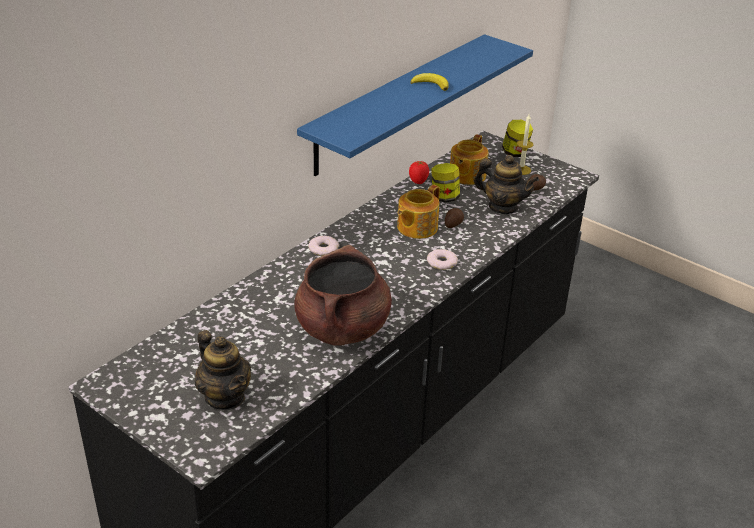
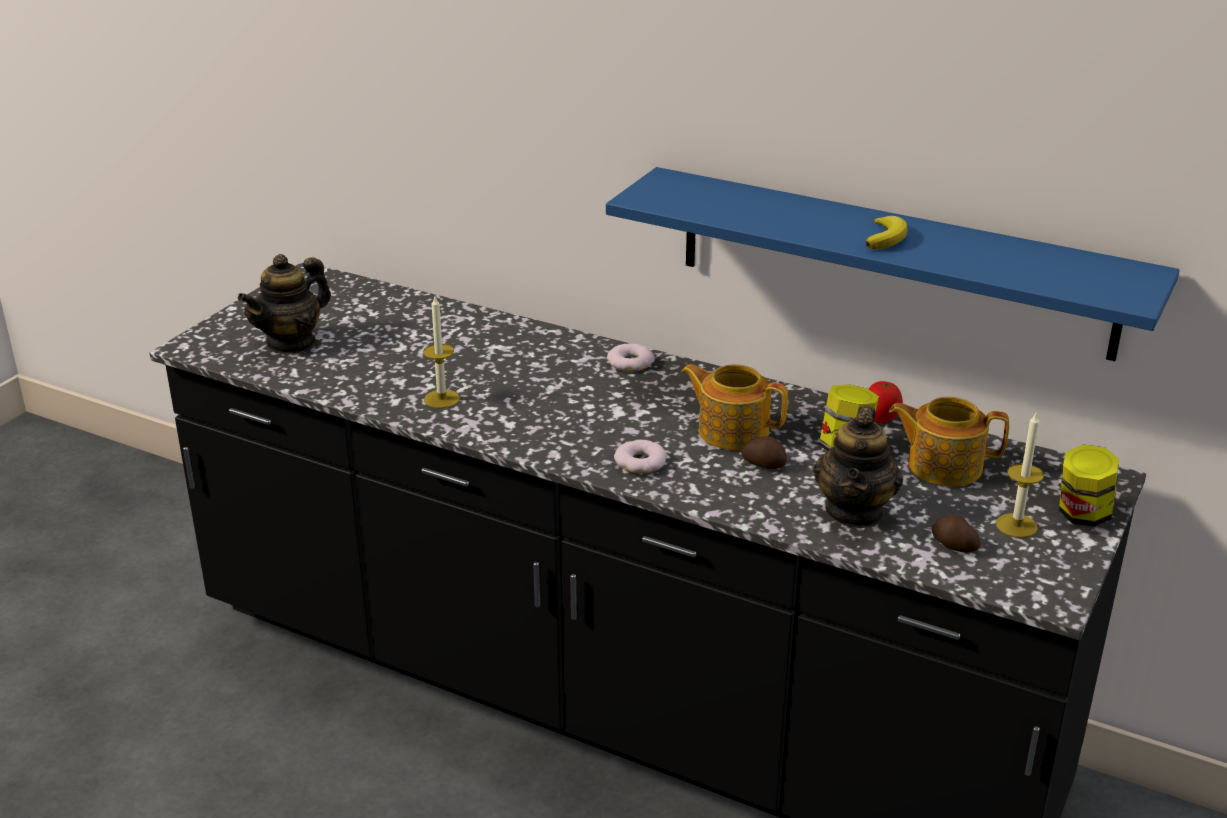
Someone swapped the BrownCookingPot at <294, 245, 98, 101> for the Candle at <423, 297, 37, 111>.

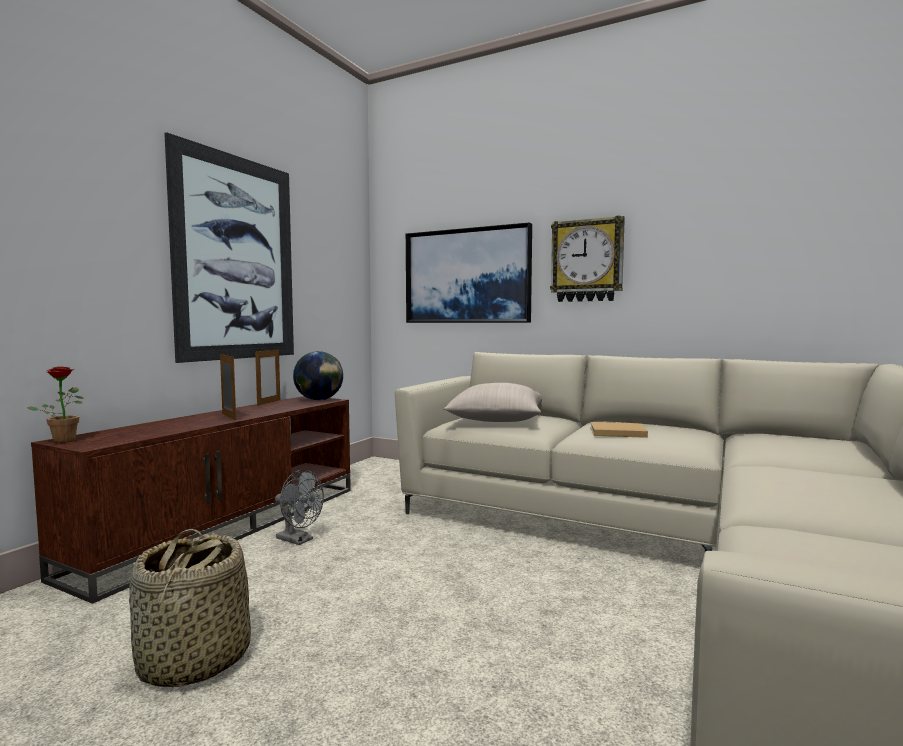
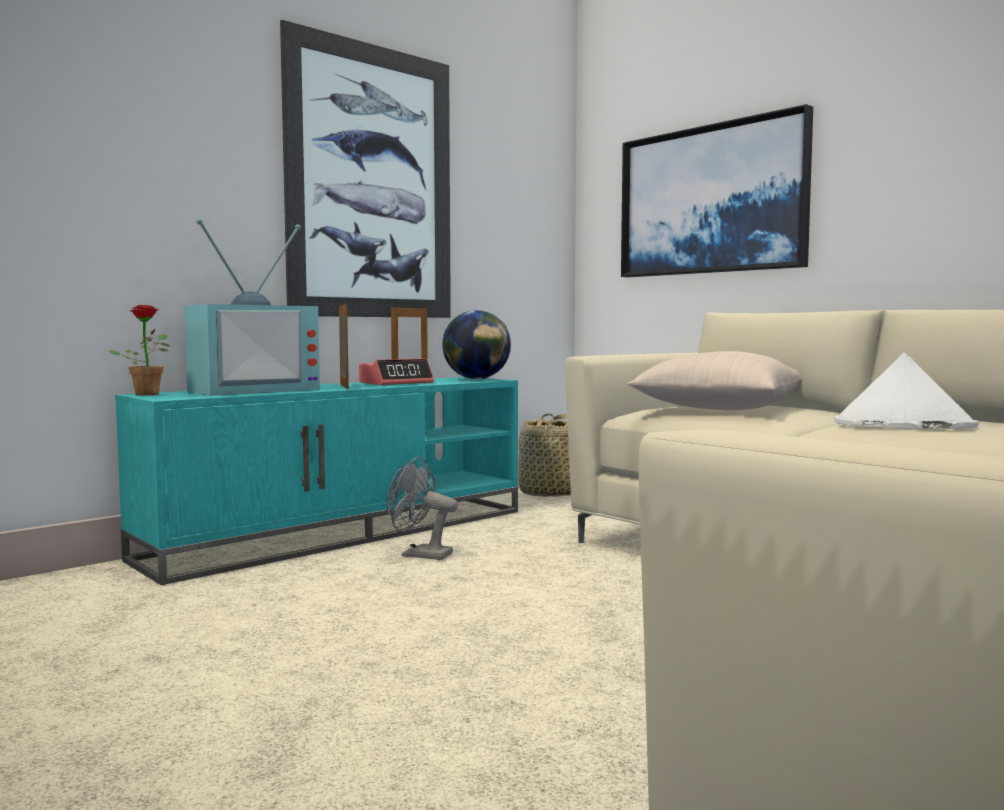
Someone repainted the BrownTvStand at <31, 396, 320, 208>, which became the TurquoiseTvStand at <115, 377, 403, 208>. Someone put down the Television at <184, 219, 136, 177>. Someone put down the AlarmClock at <359, 358, 75, 27>. Someone rotated the GreyFan at <275, 469, 49, 76> by 150 degrees clockwise. Someone carried the Basket from <129, 529, 122, 158> to <518, 413, 53, 84>. Someone swapped the BeigeBook at <590, 422, 58, 16> for the WhiteHat at <834, 353, 145, 76>. Someone took away the WallClock at <550, 216, 75, 86>.

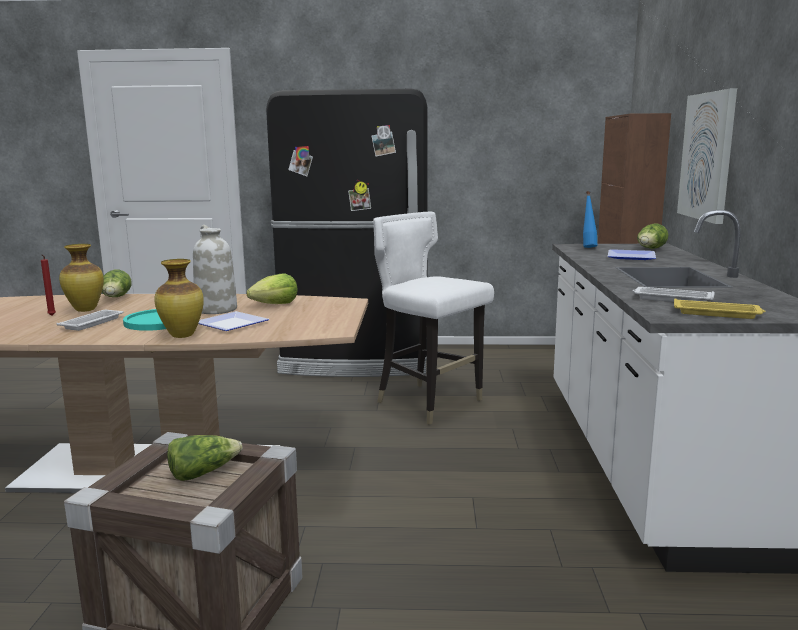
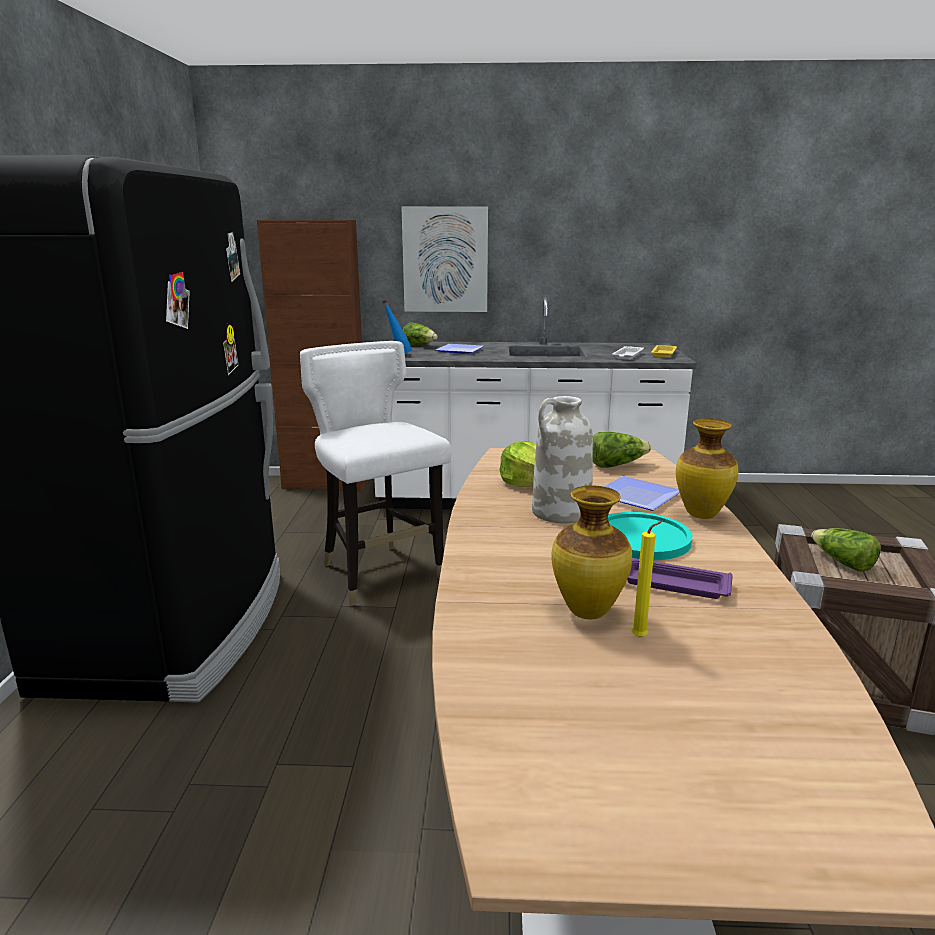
Someone rotated the WhiteChair at <373, 212, 121, 213> by 105 degrees clockwise. Someone carried the Lettuce from <102, 270, 30, 27> to <593, 432, 58, 36>. Someone repainted the WhiteTray at <57, 310, 67, 21>, which became the PurpleTray at <627, 558, 106, 41>. Someone repainted the RedCandle at <41, 254, 15, 61>, which became the YellowCandle at <632, 520, 31, 118>.

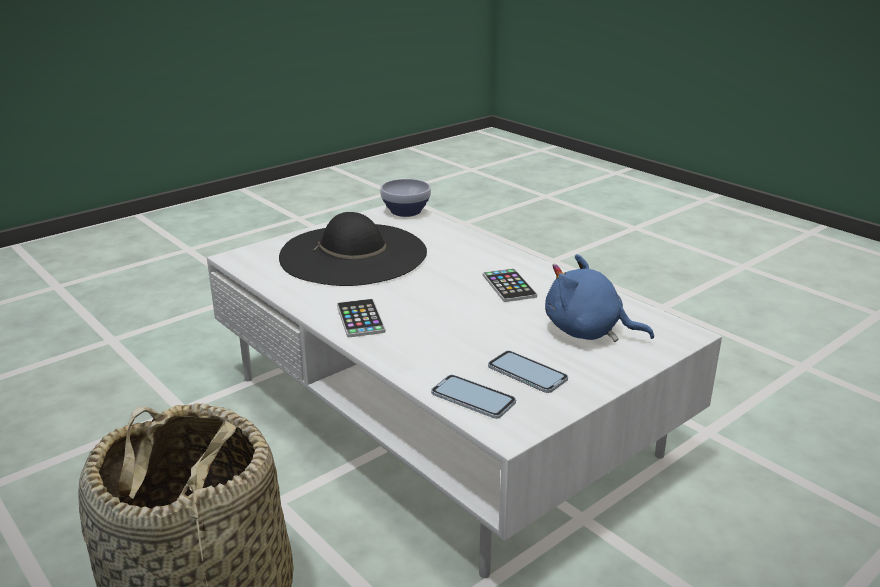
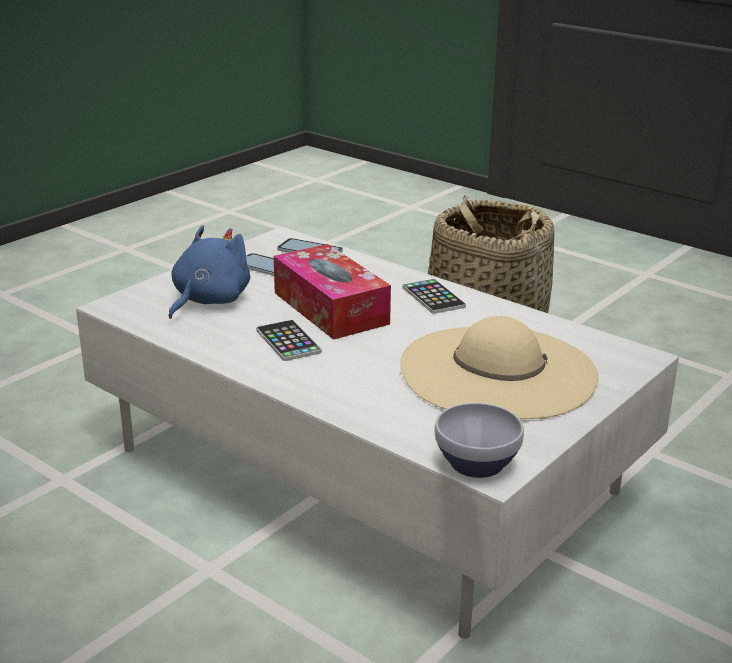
Someone rotated the BluePlushToy at <545, 254, 109, 88> by 75 degrees counterclockwise. Someone put down the TissueBox at <274, 244, 117, 96>. Someone repainted the BlackHat at <279, 212, 148, 74>, which became the BeigeHat at <400, 316, 198, 103>.

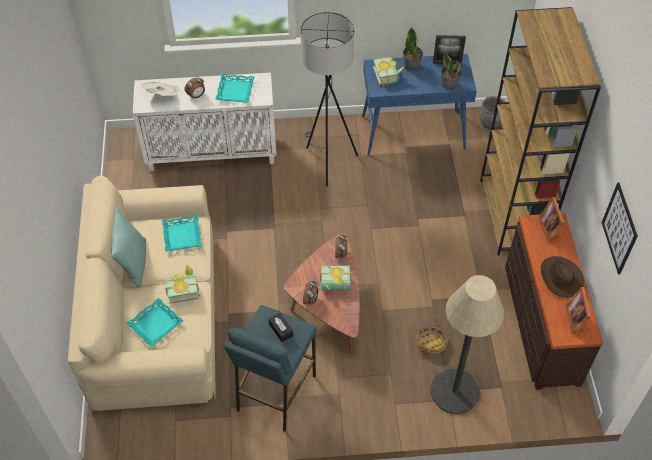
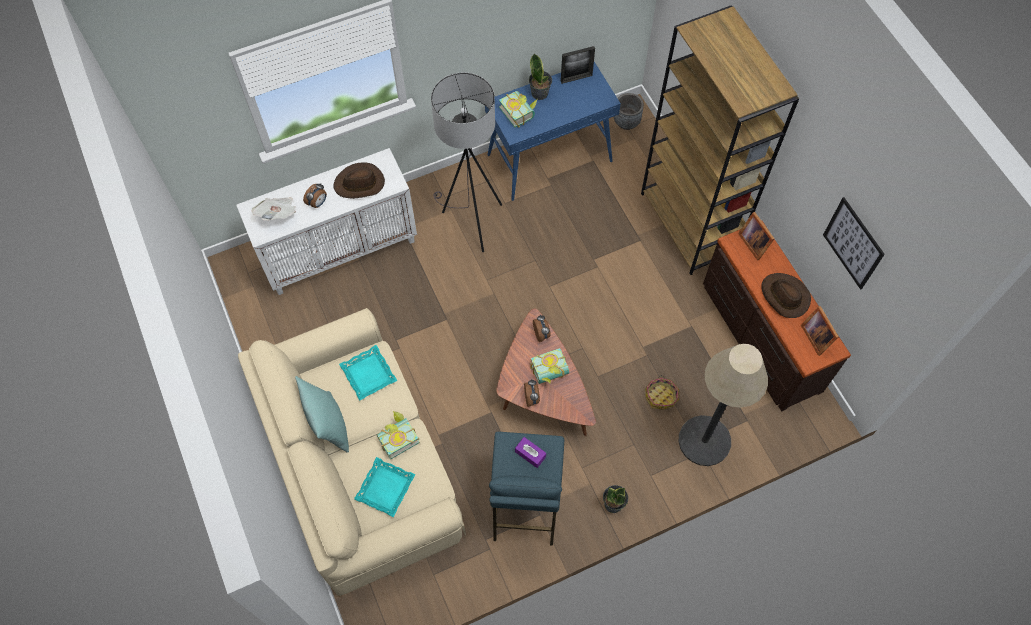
Someone swapped the TurquoiseTray at <215, 74, 40, 28> for the BrownHat at <334, 162, 51, 37>. Someone repainted the BlackTissueBox at <269, 313, 24, 29>, which became the PurpleTissueBox at <515, 437, 31, 31>. Someone carried the PottedPlant from <441, 52, 21, 39> to <603, 485, 25, 28>.

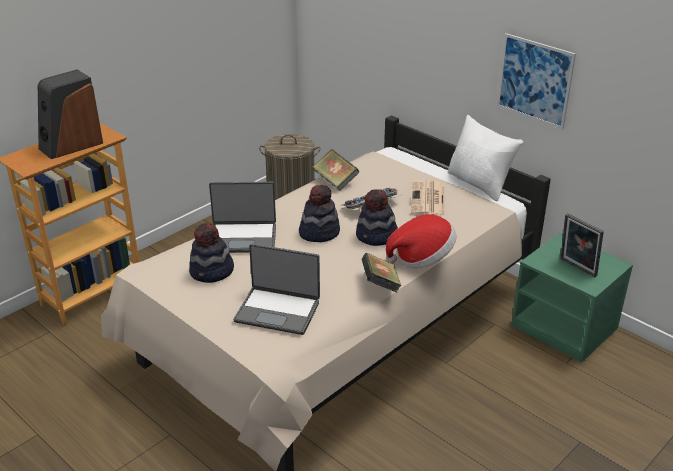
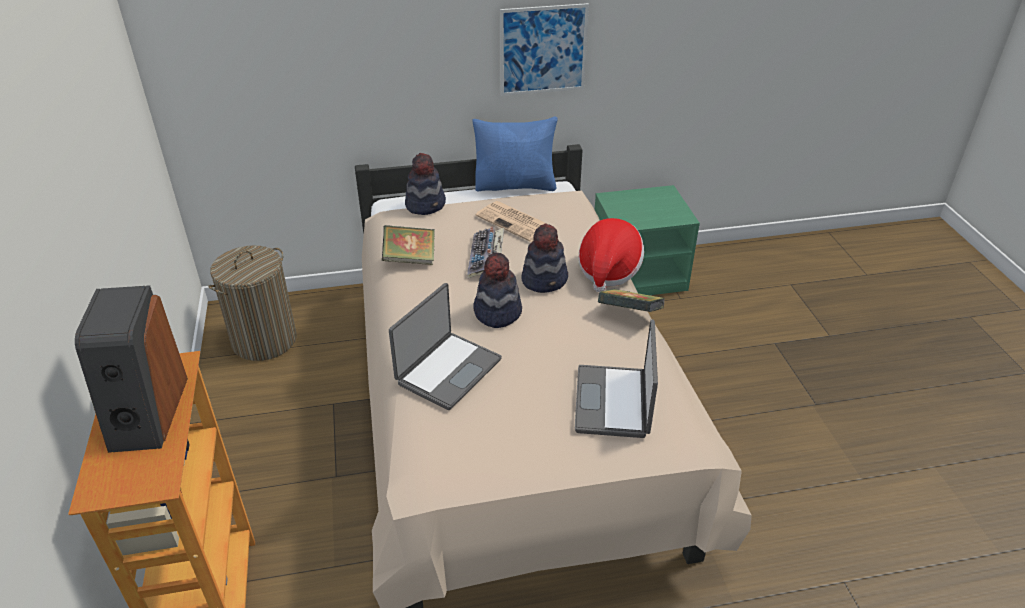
Someone carried the Hat from <189, 223, 45, 60> to <405, 153, 41, 62>. Someone repainted the WhitePillow at <448, 115, 75, 86>, which became the BluePillow at <472, 116, 86, 76>. Someone rotated the Laptop at <233, 244, 87, 91> by 135 degrees clockwise. Someone took away the PictureFrame at <561, 213, 43, 64>.

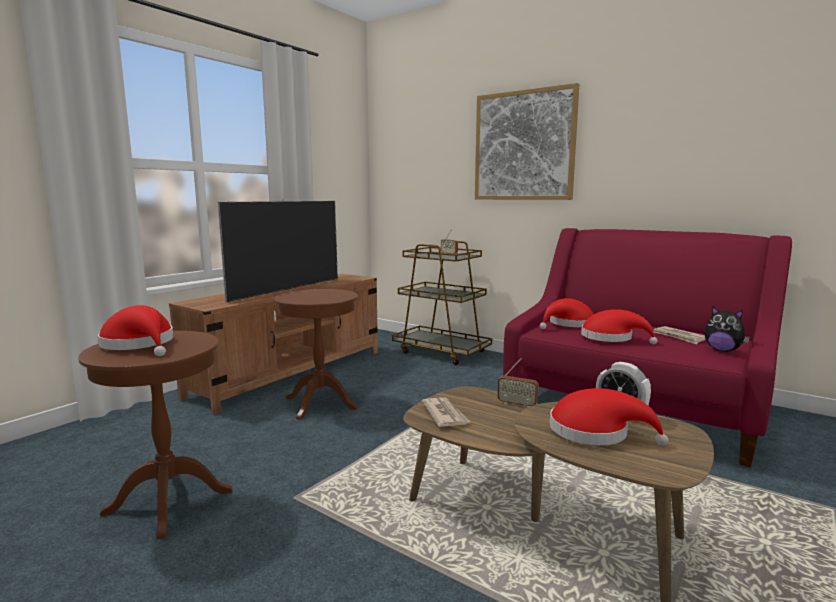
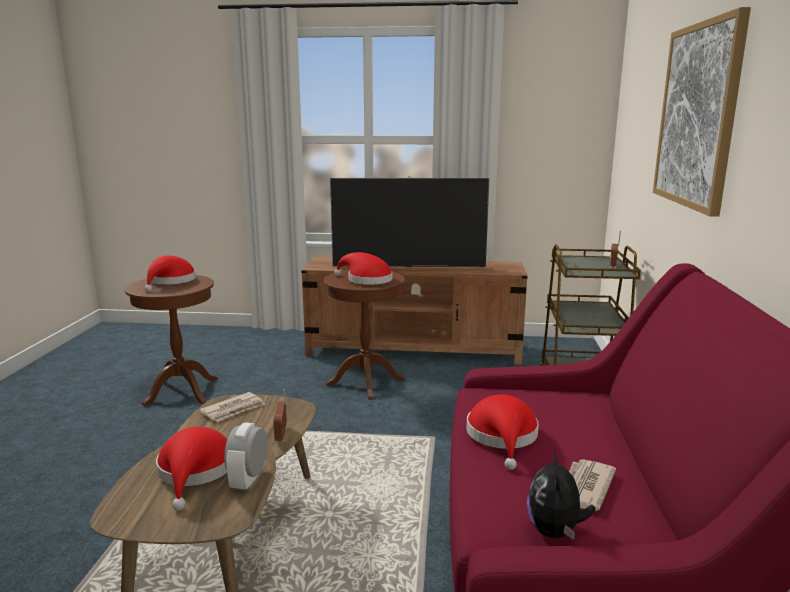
Someone carried the RedHat from <540, 298, 54, 31> to <334, 252, 59, 33>.

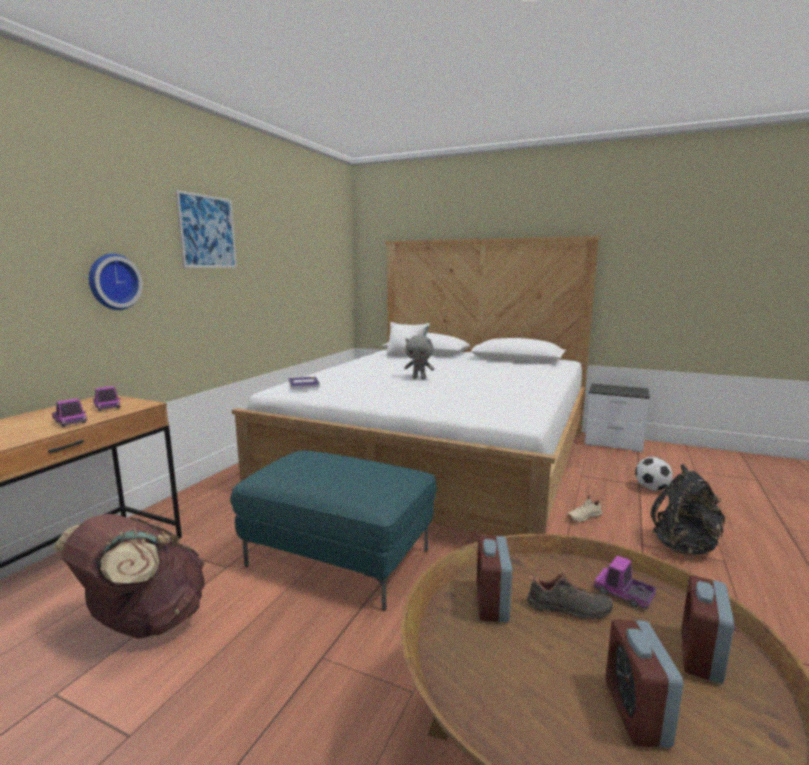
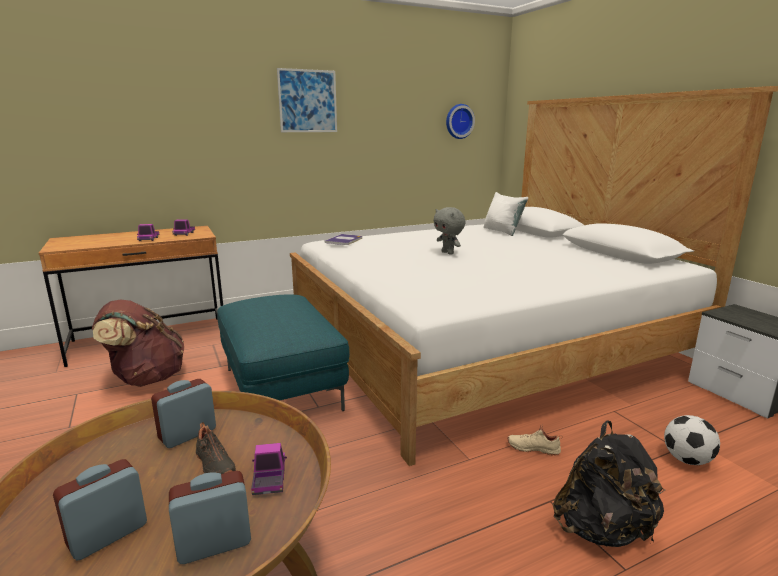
Someone carried the WallClock from <89, 254, 54, 56> to <446, 104, 29, 35>.

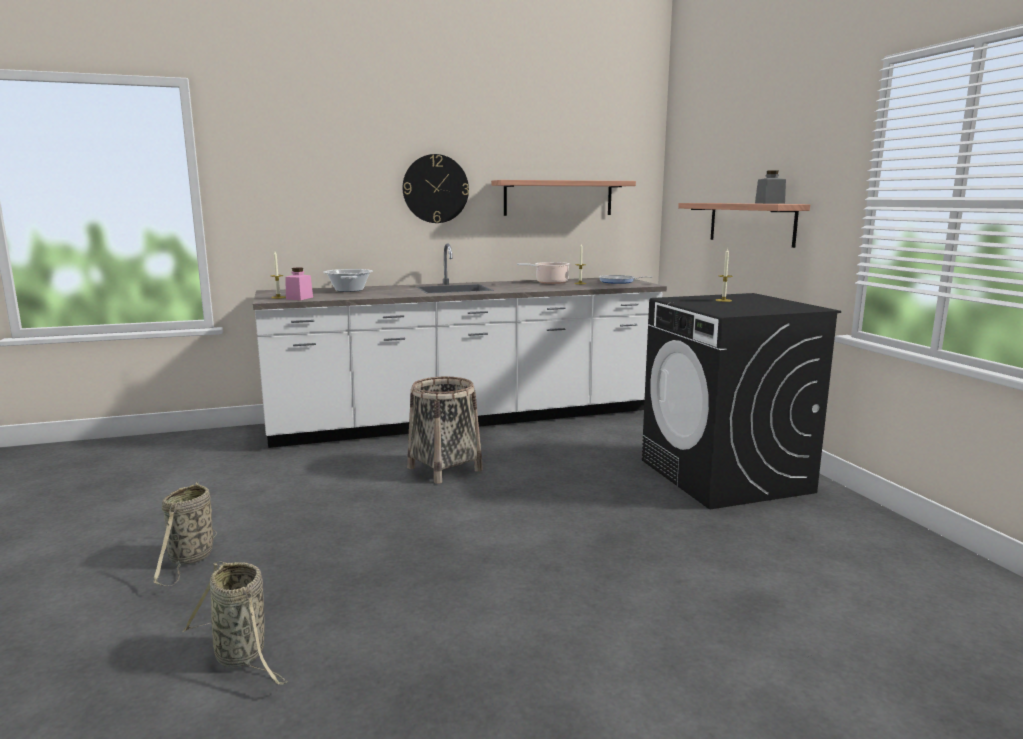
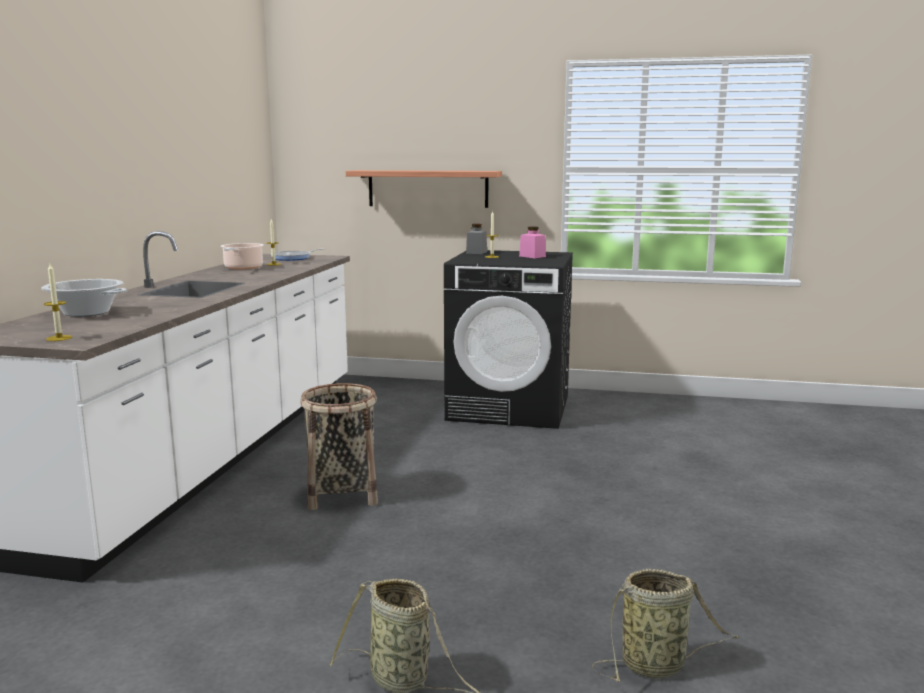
Someone carried the GreyJar from <755, 170, 31, 34> to <466, 224, 21, 30>. Someone carried the PinkJar from <285, 268, 28, 32> to <519, 227, 27, 31>. Someone took away the WallClock at <403, 154, 66, 69>. Someone took away the Shelf at <491, 180, 145, 36>.

